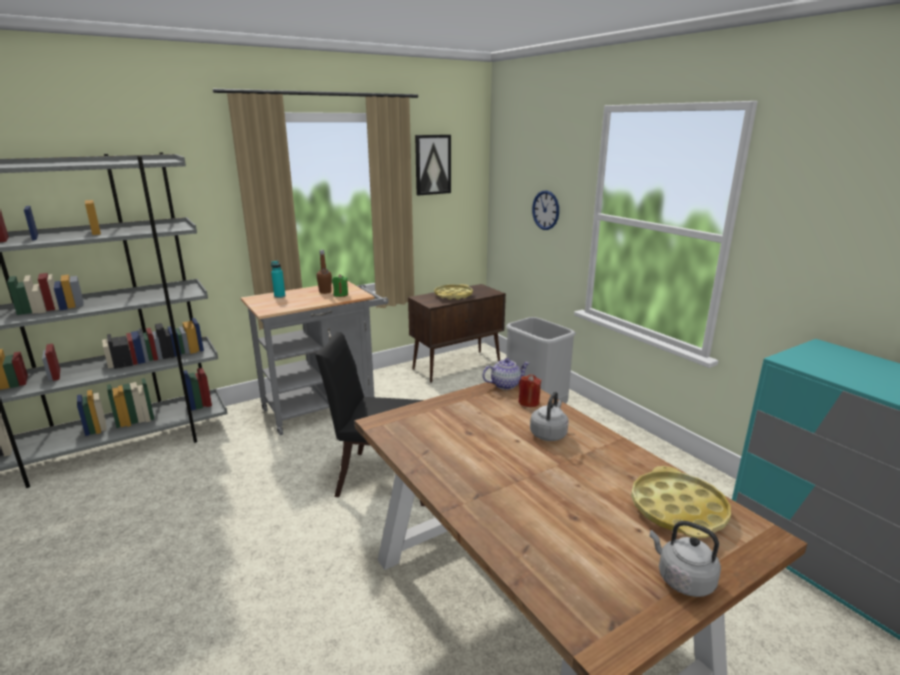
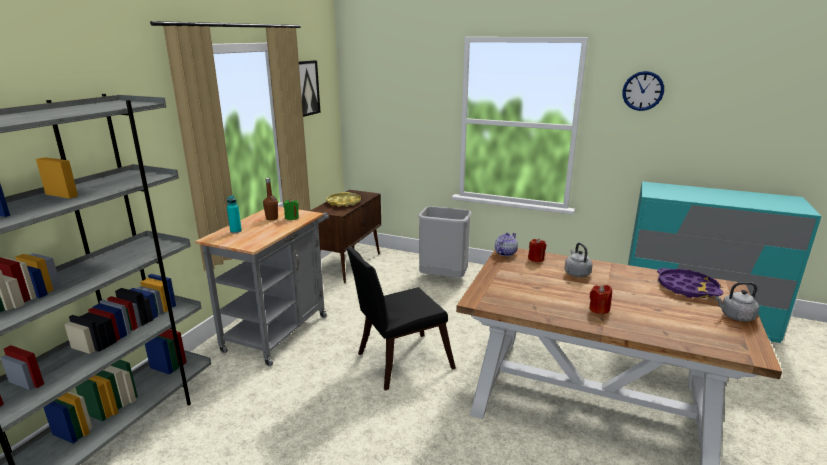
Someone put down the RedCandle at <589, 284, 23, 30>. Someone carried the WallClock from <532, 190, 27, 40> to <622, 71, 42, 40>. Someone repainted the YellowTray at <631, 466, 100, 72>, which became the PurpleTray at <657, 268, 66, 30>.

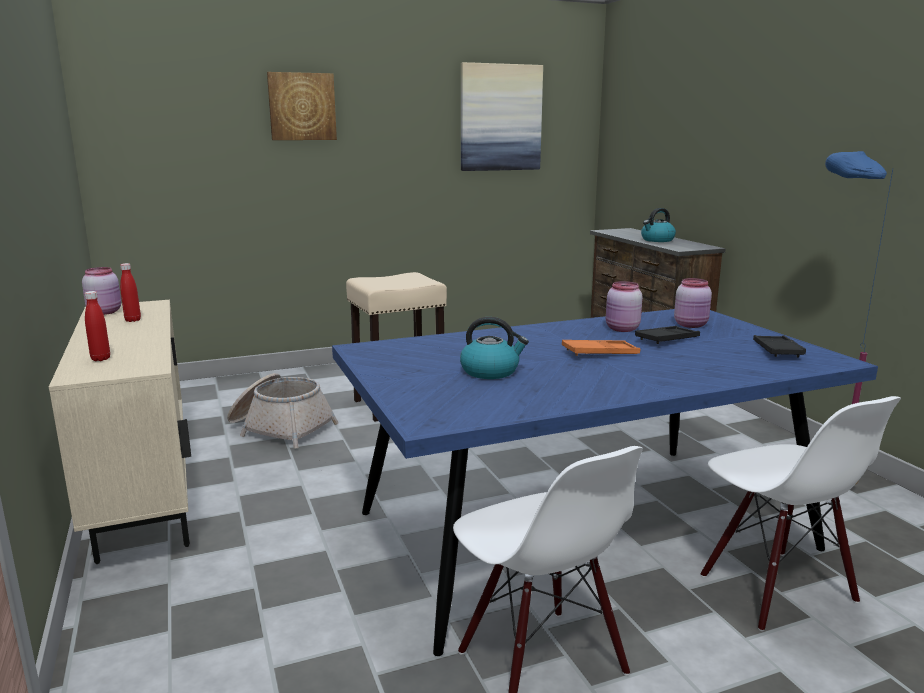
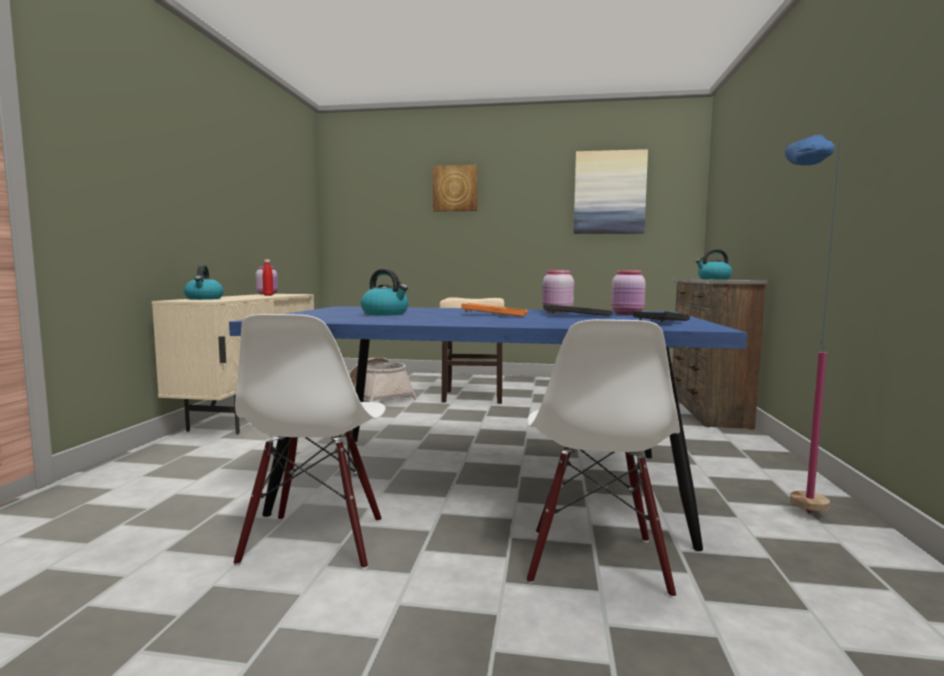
Someone swapped the RedBottle at <85, 291, 25, 70> for the Kettle at <184, 265, 40, 35>.

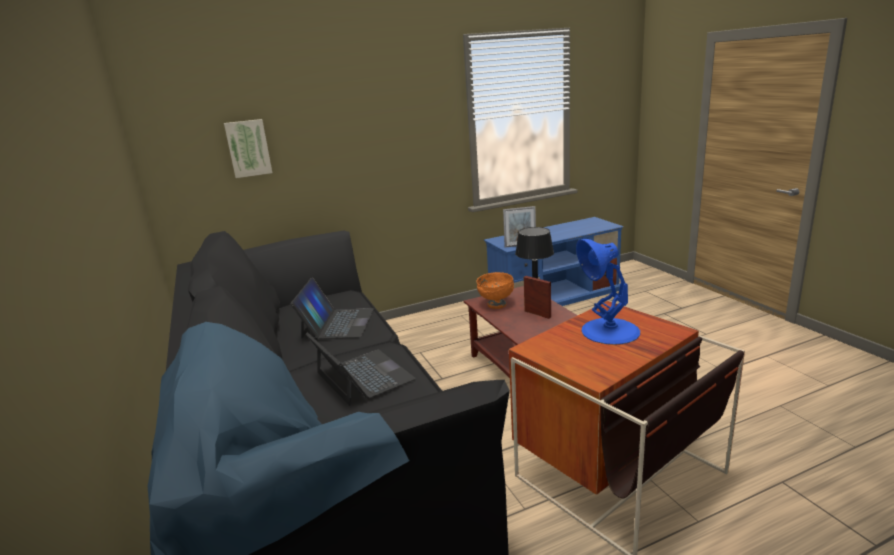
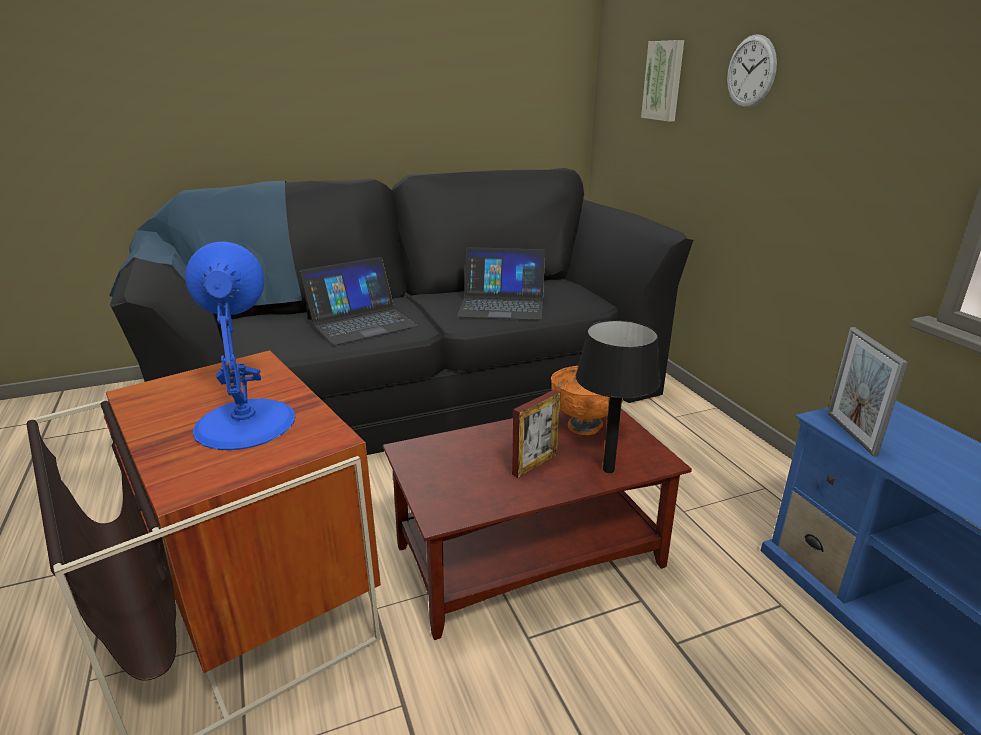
Someone put up the WallClock at <727, 34, 50, 74>.

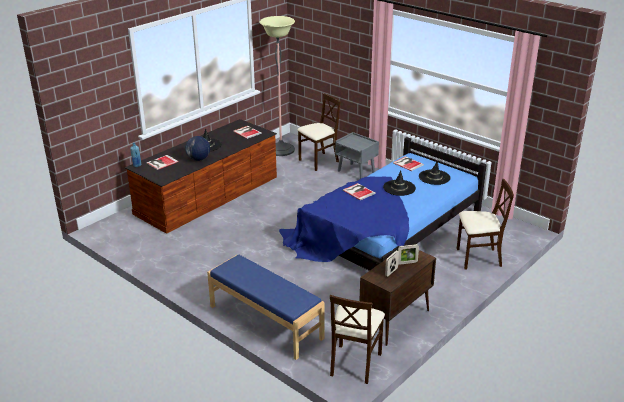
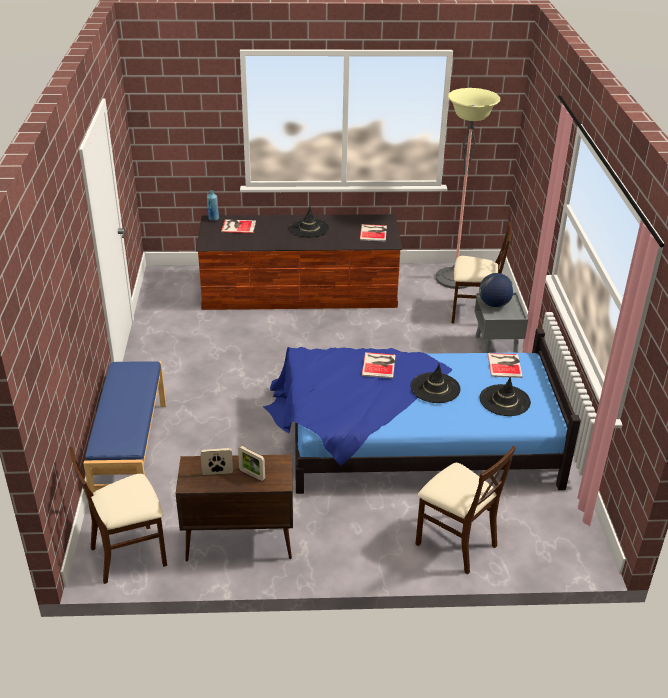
Someone carried the Globe from <185, 136, 25, 25> to <479, 273, 35, 34>.

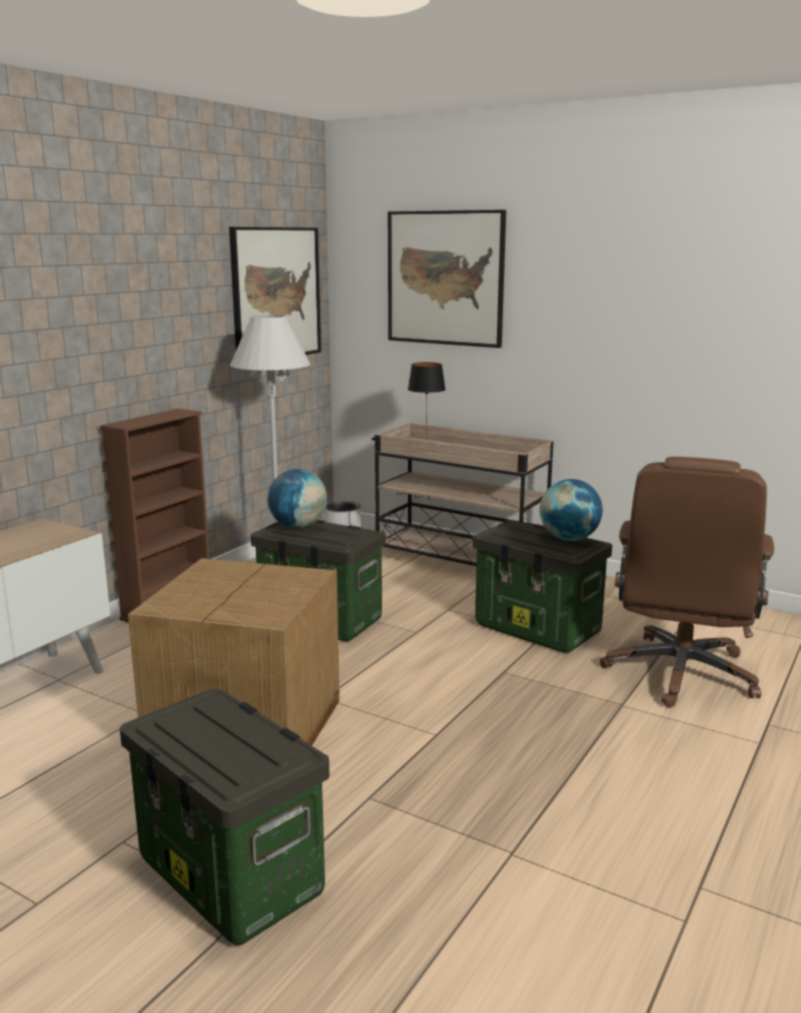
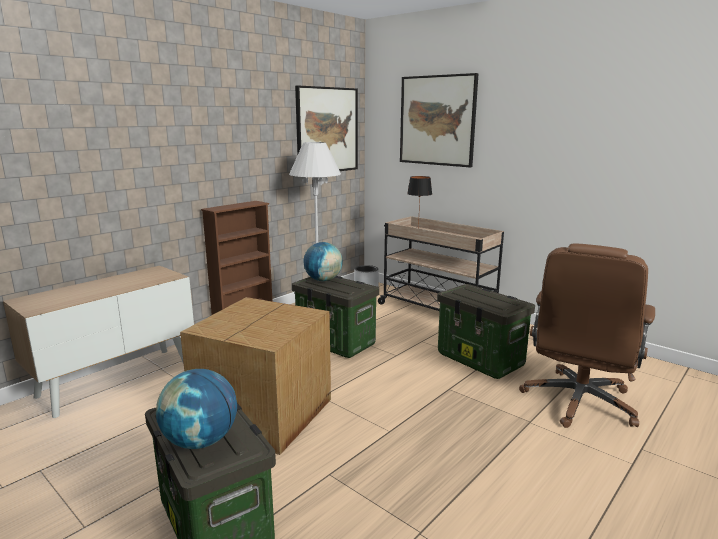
Someone carried the Globe from <540, 479, 63, 62> to <156, 369, 81, 80>.

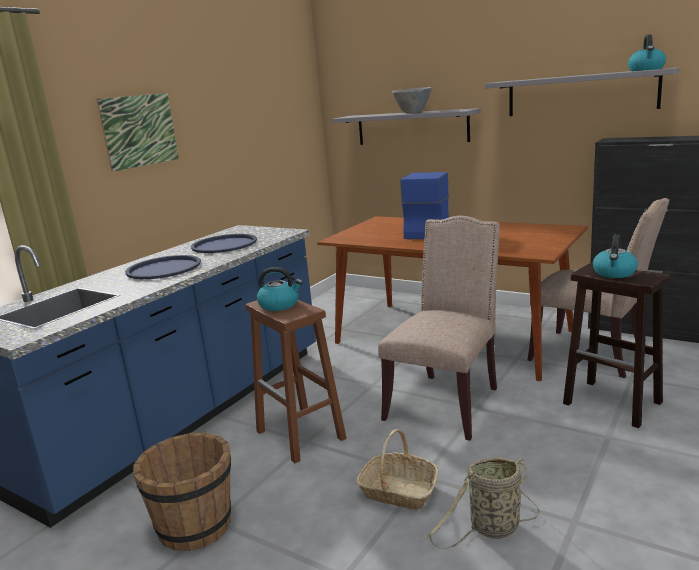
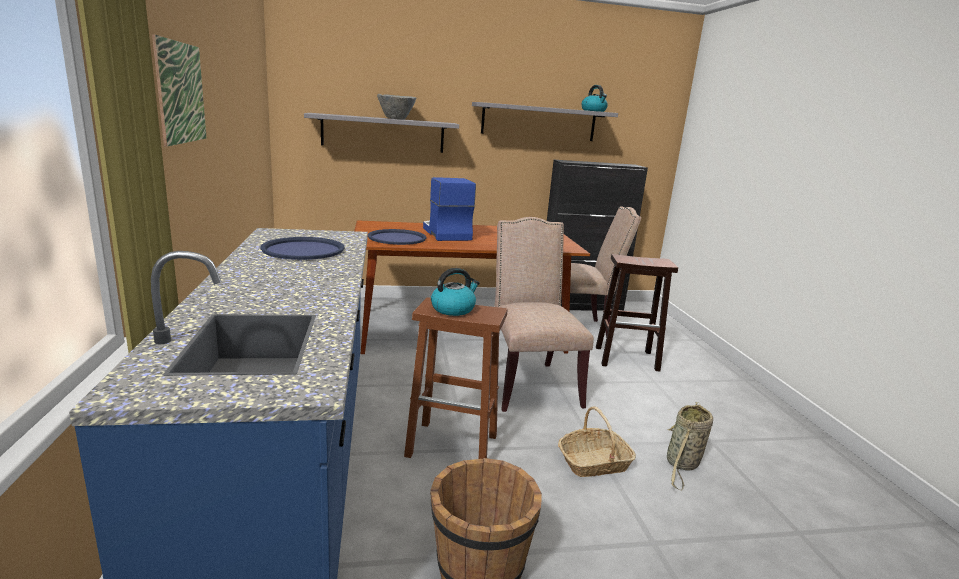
Someone carried the BlueTray from <125, 255, 76, 24> to <368, 229, 59, 16>. Someone took away the Kettle at <593, 234, 45, 44>.

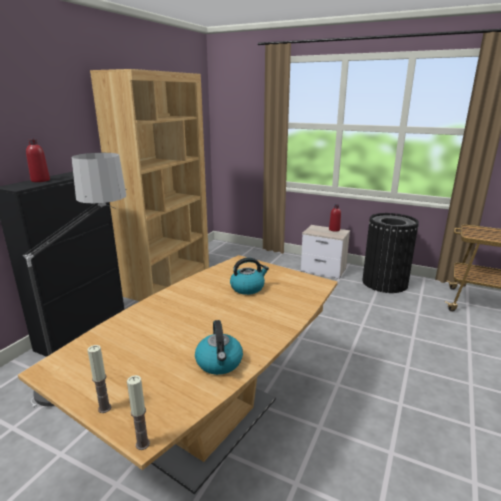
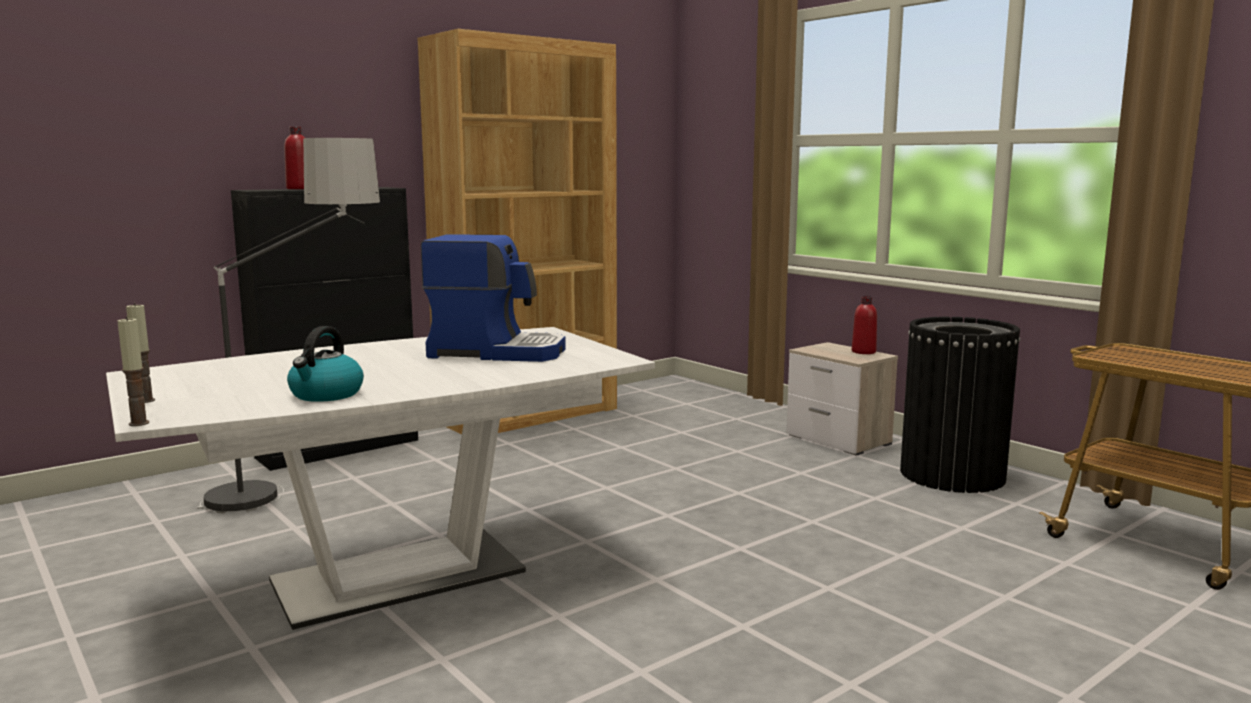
Someone repainted the BrownDiningTable at <18, 255, 320, 239>, which became the WhiteDiningTable at <106, 327, 549, 303>. Someone swapped the Kettle at <230, 257, 39, 38> for the CoffeeMachine at <421, 234, 145, 128>.

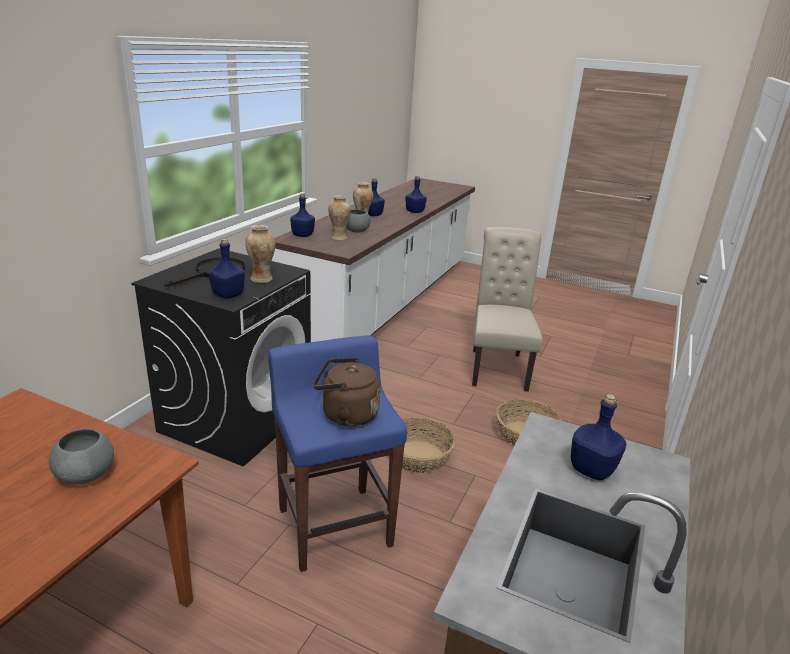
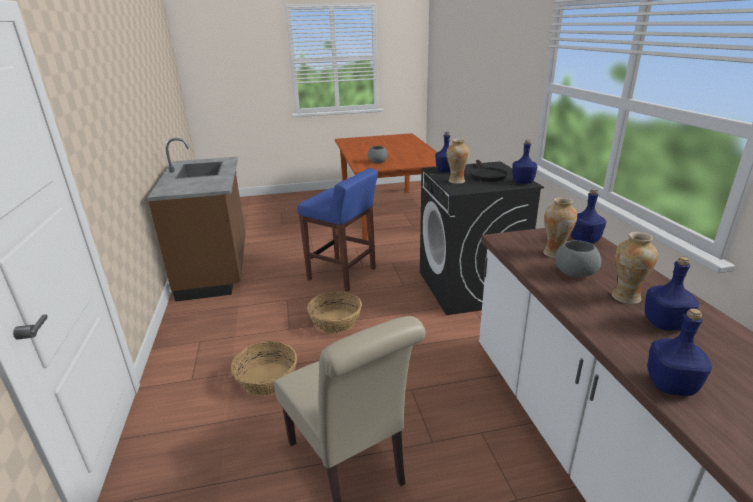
Someone carried the BlueBottle from <571, 394, 55, 86> to <512, 140, 25, 44>. Someone took away the BrownKettle at <314, 358, 66, 68>.

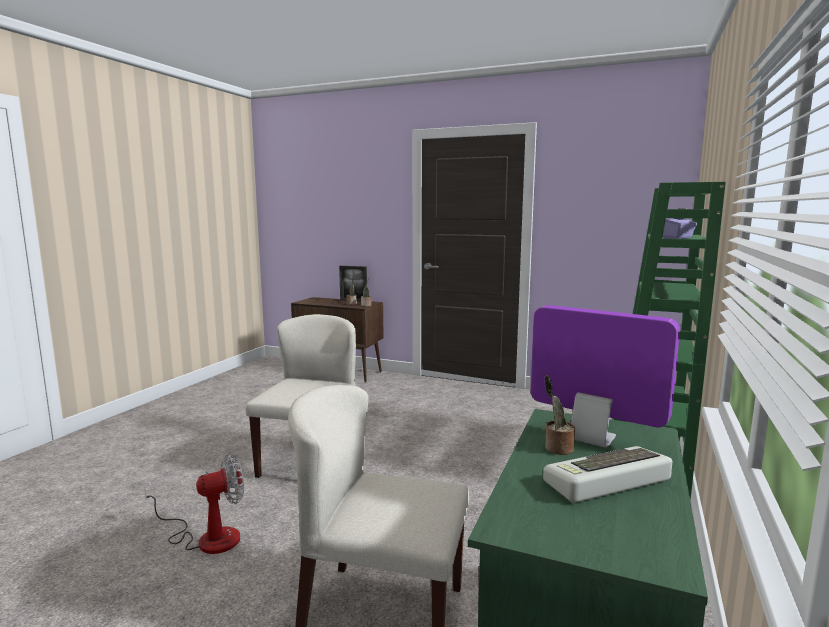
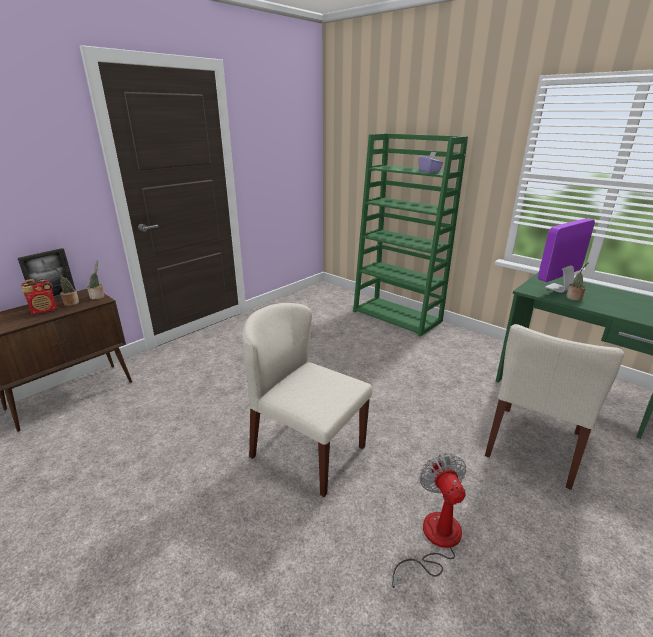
Someone put down the Radio at <21, 279, 36, 35>. Someone took away the Keyboard at <543, 446, 129, 57>.

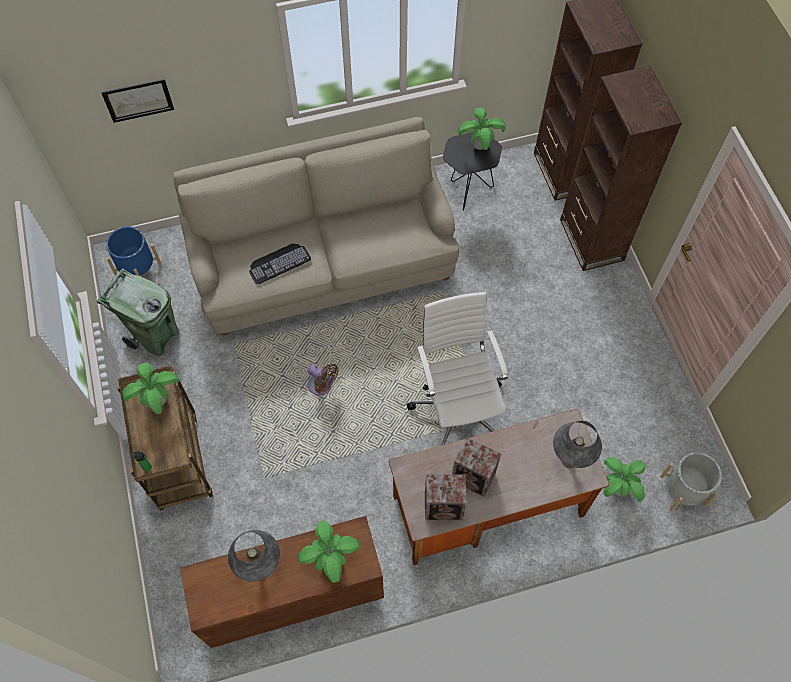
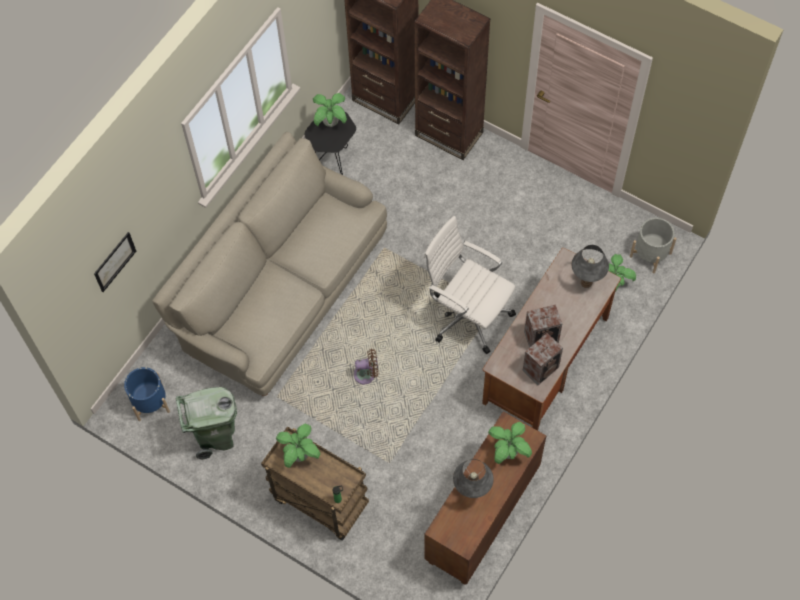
Someone took away the Keyboard at <249, 244, 62, 40>.

